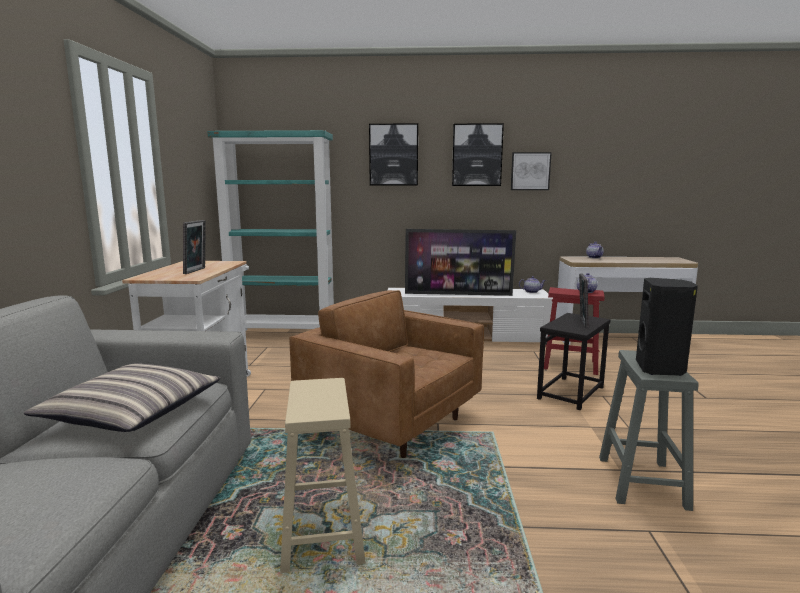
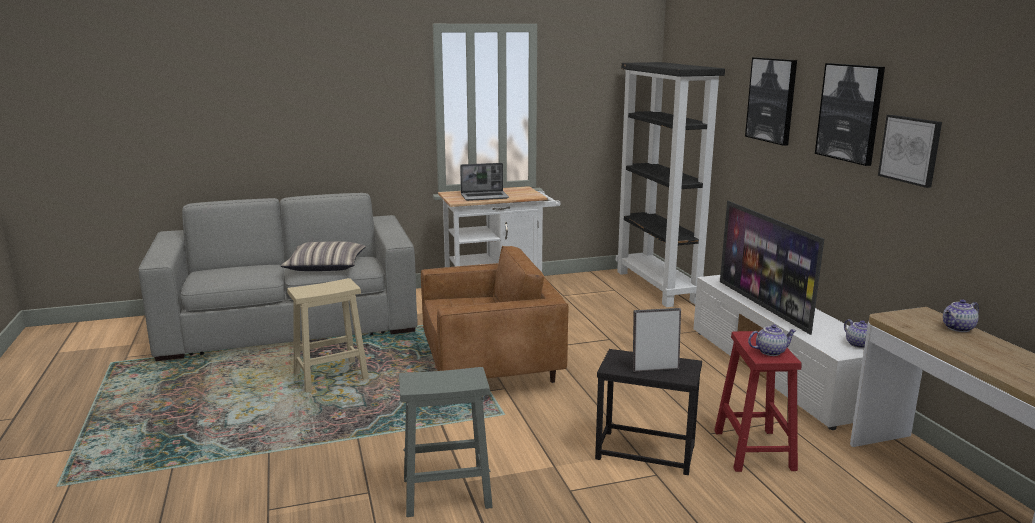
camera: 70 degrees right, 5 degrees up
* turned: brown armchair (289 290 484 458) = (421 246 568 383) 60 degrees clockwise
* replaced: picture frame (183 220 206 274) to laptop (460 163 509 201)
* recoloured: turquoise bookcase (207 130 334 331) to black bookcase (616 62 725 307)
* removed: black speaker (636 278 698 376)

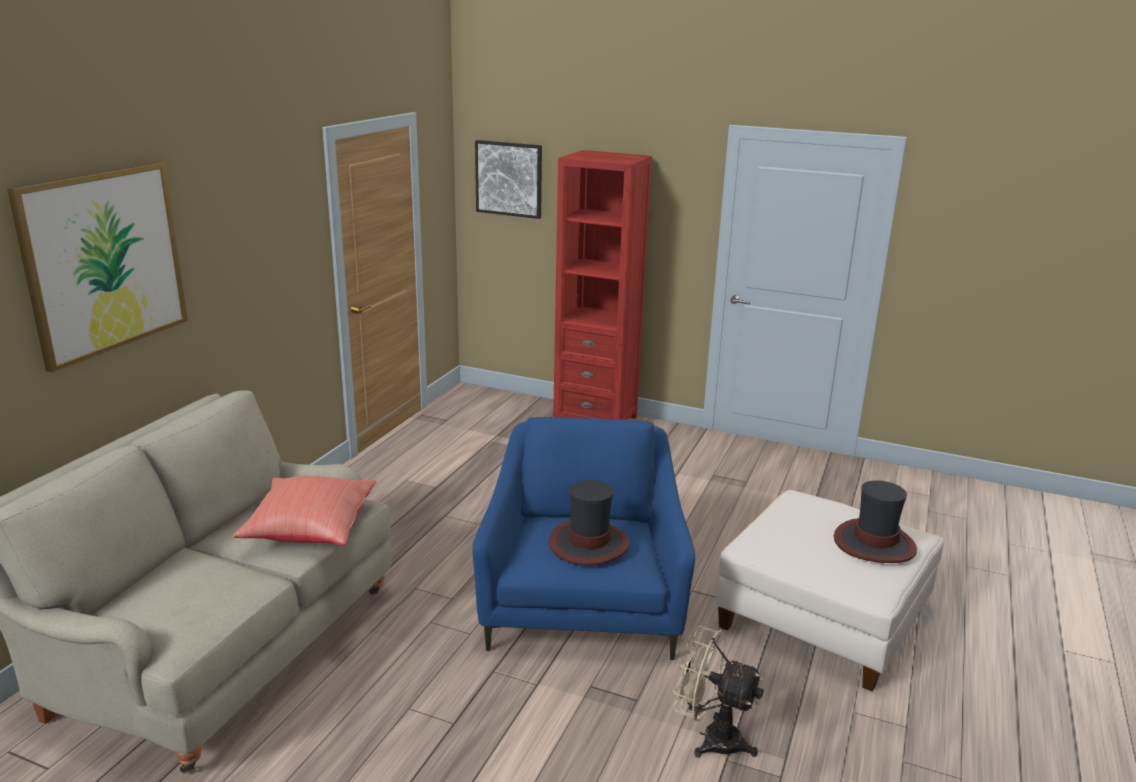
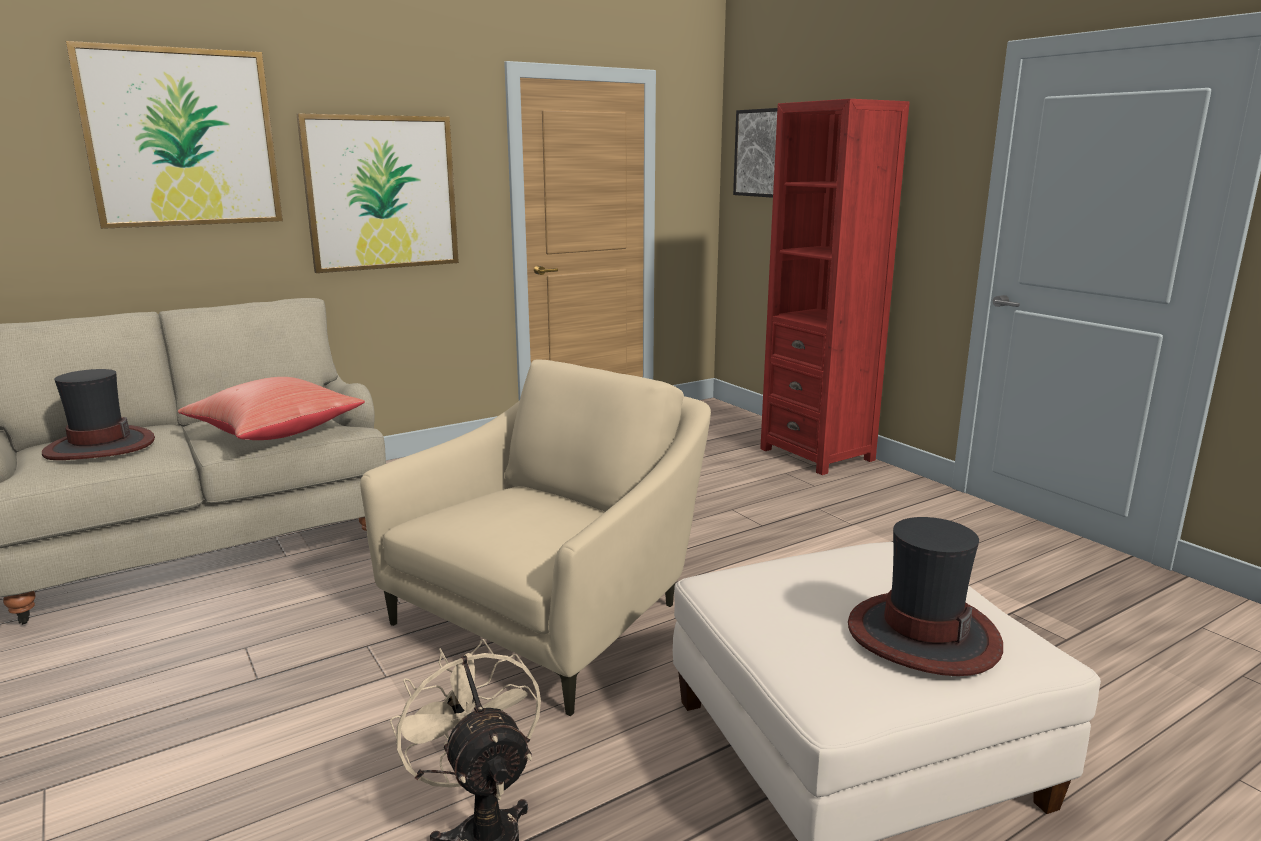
camera: 35 degrees right, 5 degrees down
* moved: hat (549 480 630 566) to (42 369 155 460)
* added: picture (297 113 459 273)
* recoloured: blue armchair (472 417 695 660) to beige armchair (360 359 711 716)

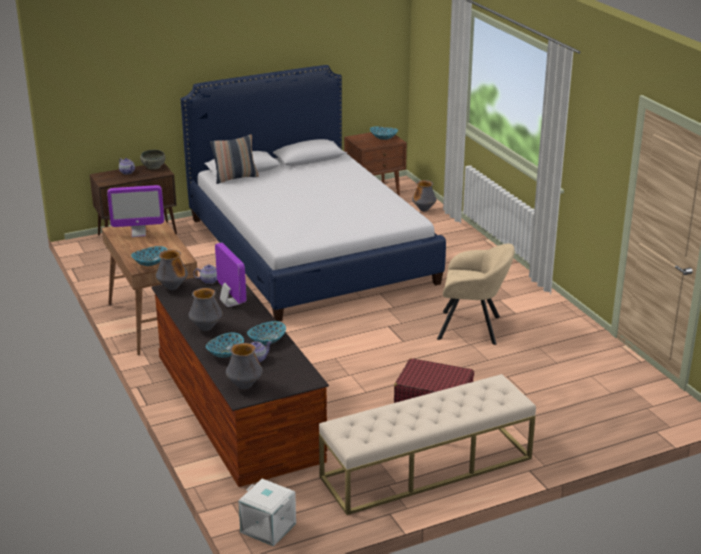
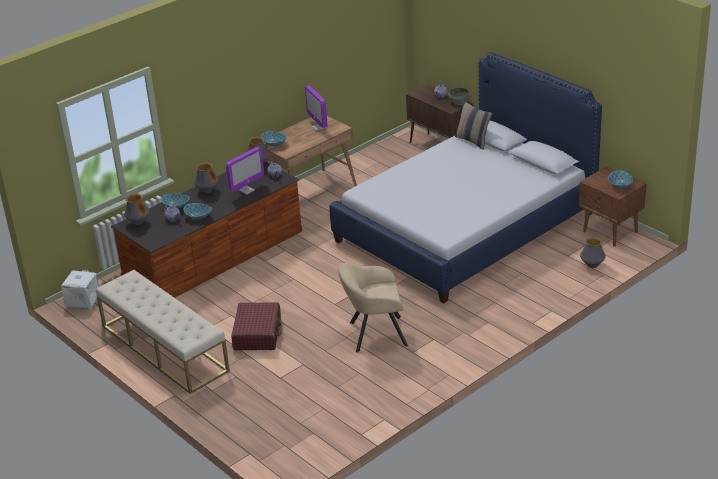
camera: 75 degrees right, 5 degrees up
* turned: beige armchair (437 244 515 345) = (338 263 408 353) 90 degrees clockwise

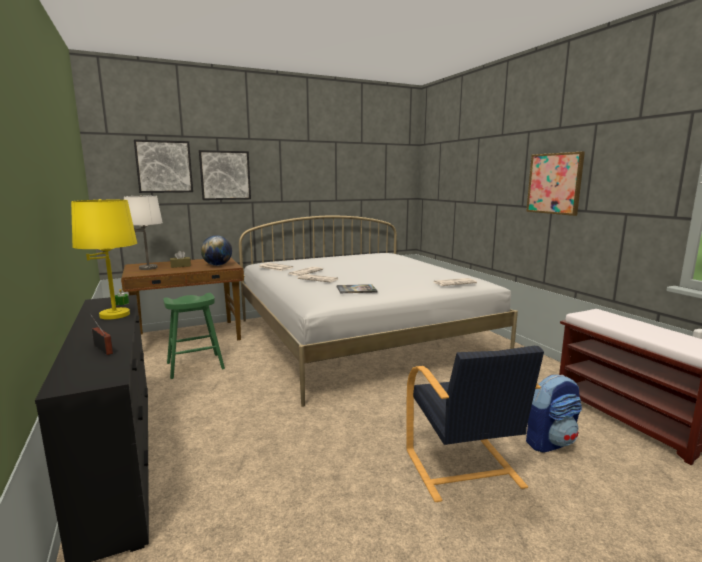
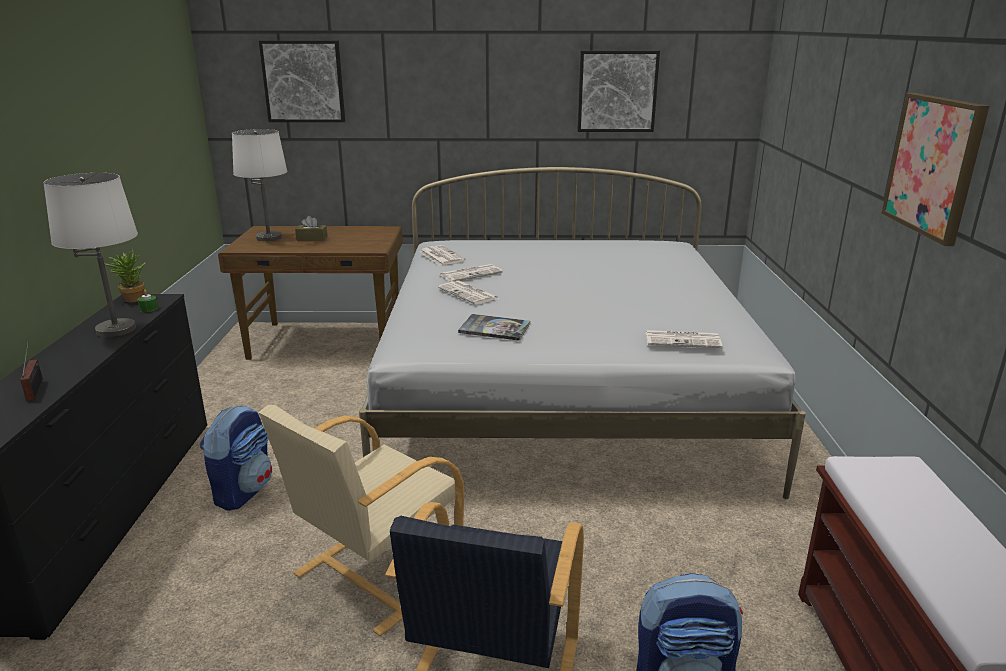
camera: 25 degrees right, 10 degrees up
* recoloured: yellow table lamp (71 199 137 320) to white table lamp (43 173 138 337)
* added: potted plant (104 248 146 302)
* added: backpack (200 405 272 511)
* added: beige armchair (259 405 464 636)
* moved: picture (199 150 251 200) to (577 51 660 132)
* removed: green stool (163 293 225 379)
* removed: globe (201 235 232 266)

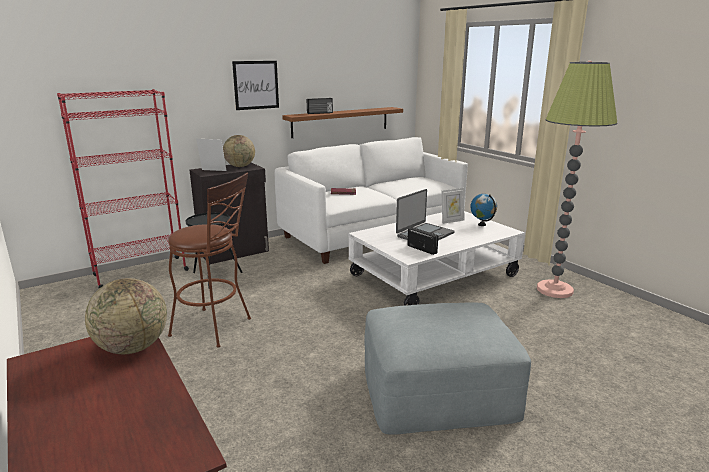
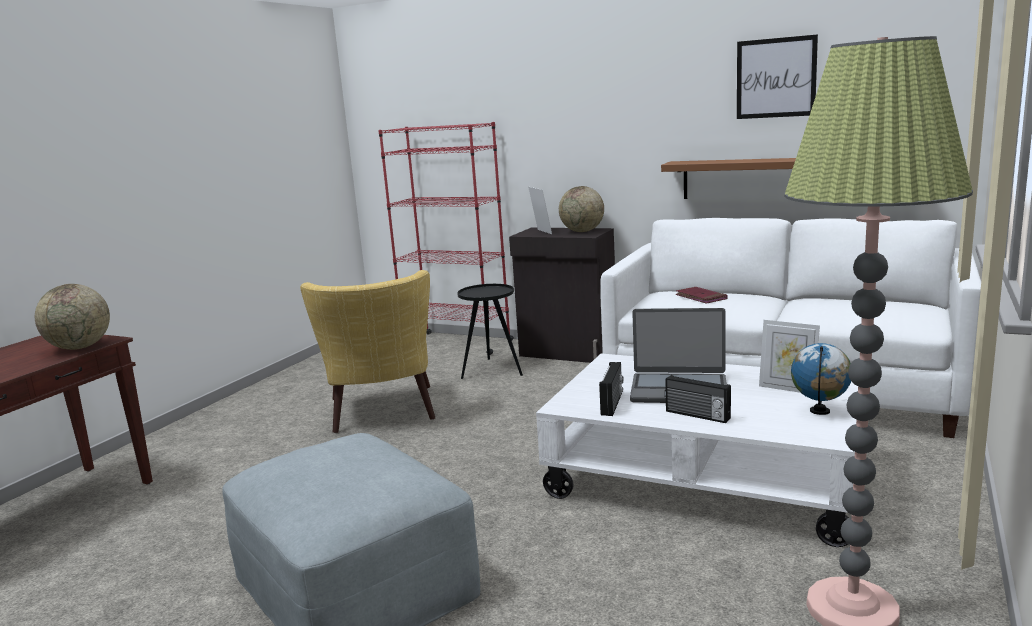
camera: 60 degrees right, 5 degrees down
* replaced: brown stool (168 173 251 348) to yellow armchair (300 270 435 433)
* moved: radio (307 98 333 114) to (665 375 731 423)
* moved: picture (232 61 279 110) to (737 34 818 119)

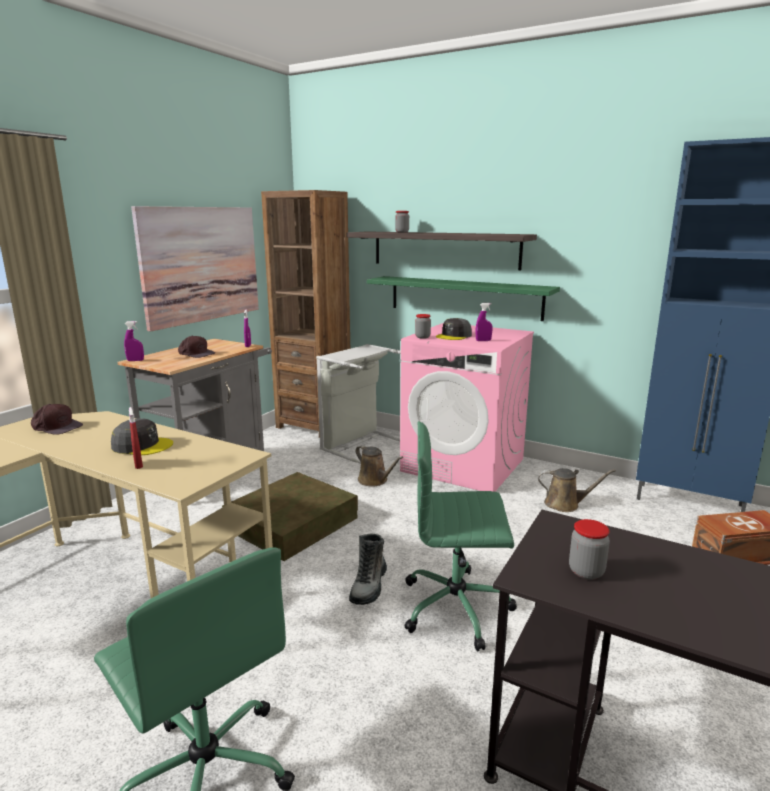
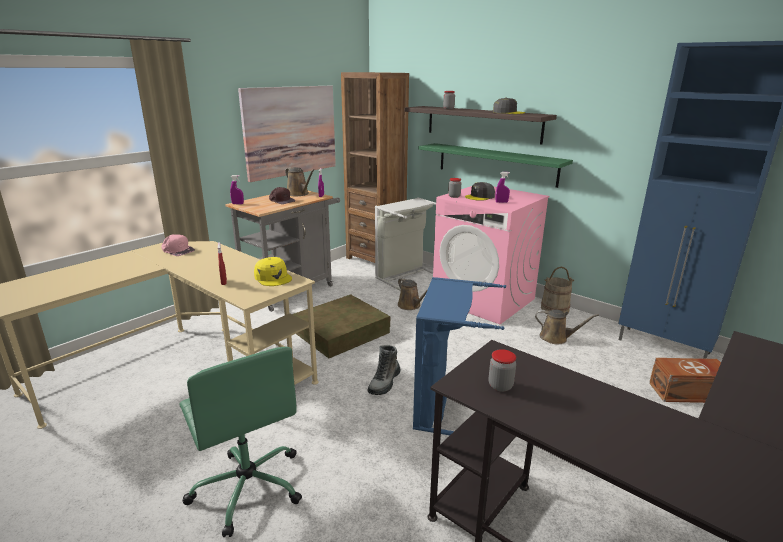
camera: 10 degrees right, 5 degrees up
* recoloured: brown cap (31 404 83 435) to pink cap (161 234 195 256)
* added: yellow cap (254 257 292 286)
* added: brown watering can (285 167 315 196)
* replaced: green office chair (405 421 517 651) to blue laundry basket (413 277 506 435)
* moved: grey cap (111 418 173 455) to (493 97 525 114)
* added: beige bucket (541 267 574 313)

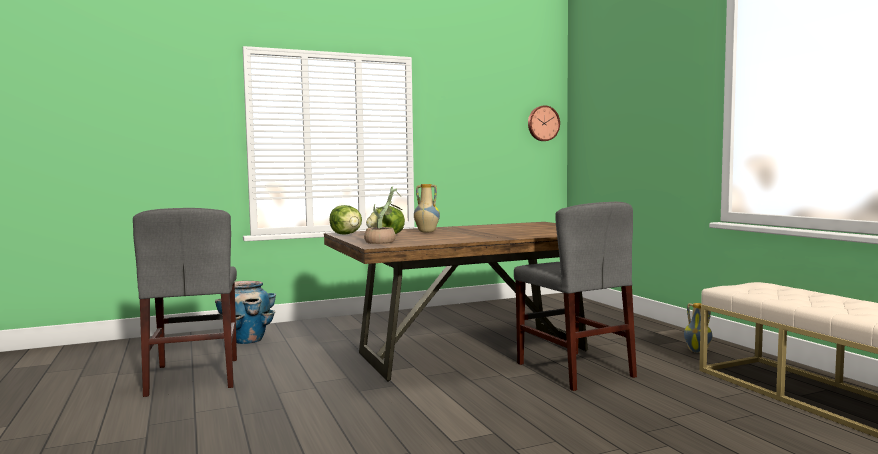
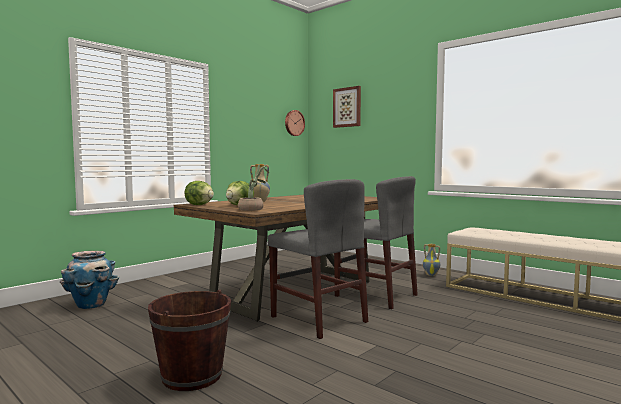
camera: 25 degrees left, 0 degrees up
* added: brown bucket (148 290 231 391)
* moved: grey chair (133 208 237 397) to (267 179 368 339)
* added: picture (333 86 361 128)

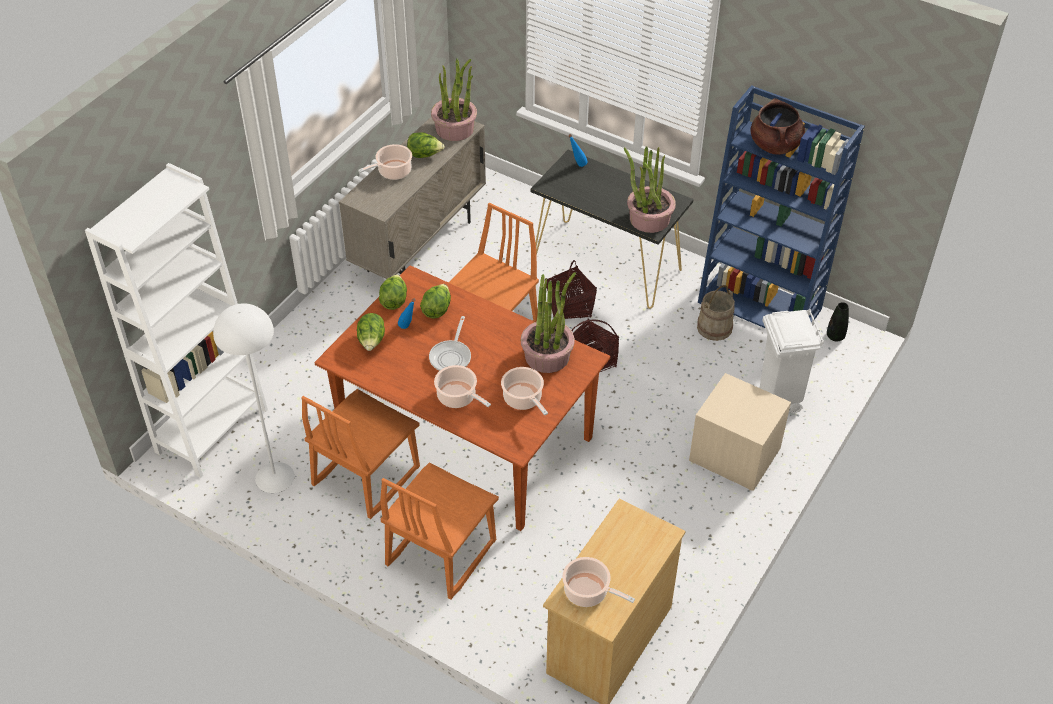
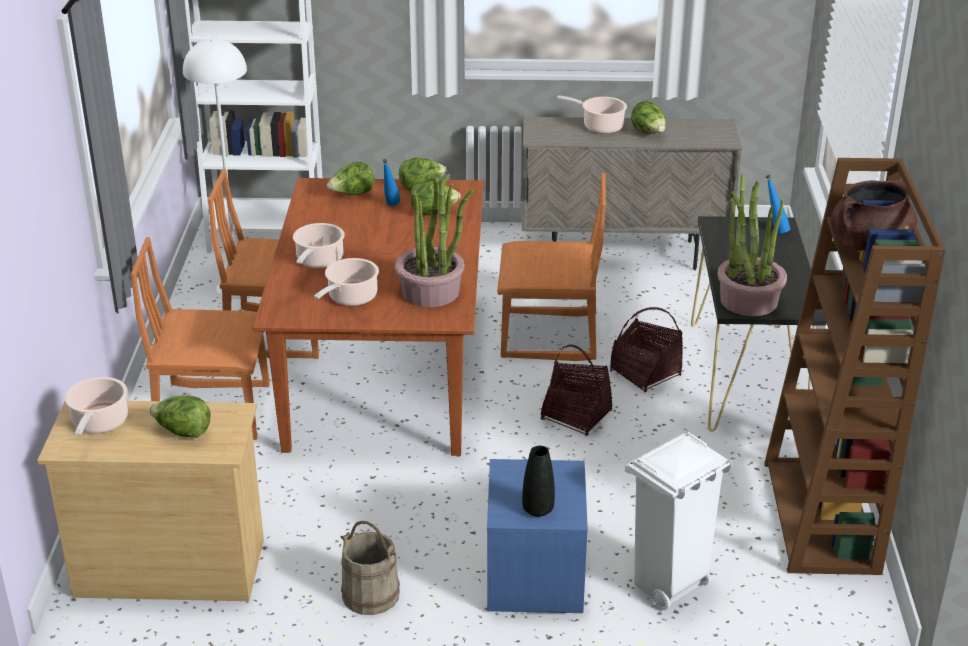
camera: 60 degrees right, 15 degrees down
* added: lettuce (149 395 210 438)
* moved: beige bucket (697 285 735 341) to (341 521 400 615)
* recoloured: beige nightstand (689 373 791 491) to blue nightstand (487 459 588 613)
* moved: black vase (827 302 849 341) to (522 446 555 517)
* recoloured: blue bookcase (698 85 865 328) to brown bookcase (764 158 945 575)
* removed: frying pan (429 316 471 371)
* removed: potted plant (431 58 477 141)

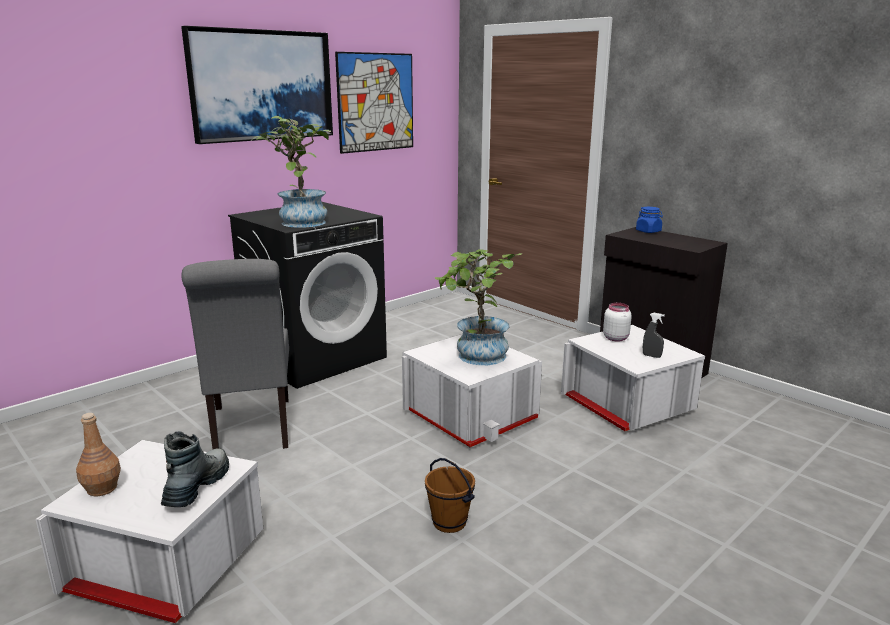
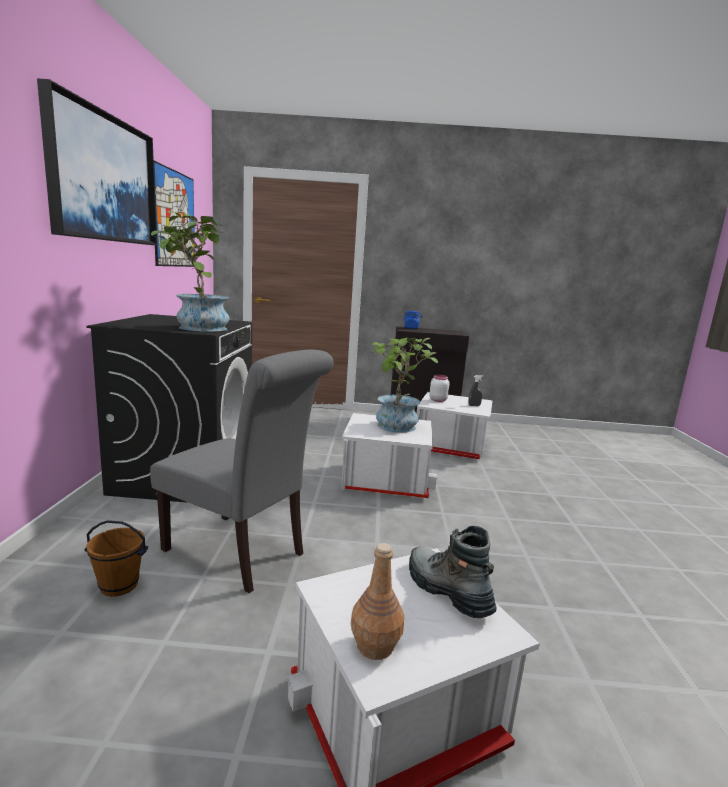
camera: 45 degrees left, 5 degrees down
* moved: brown bucket (425 458 475 533) to (84 520 148 597)

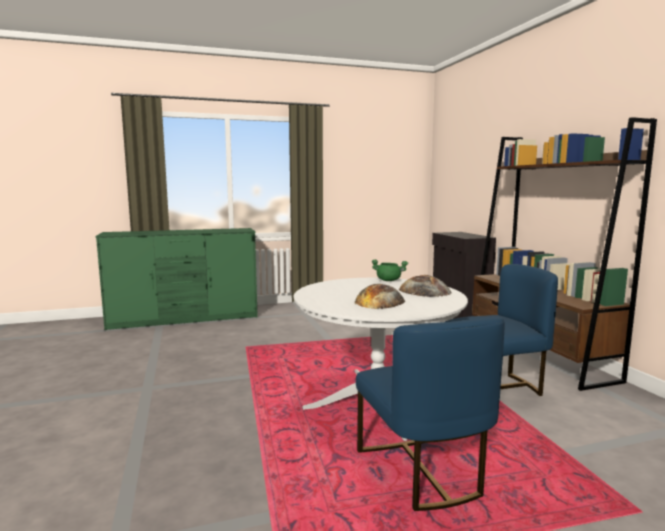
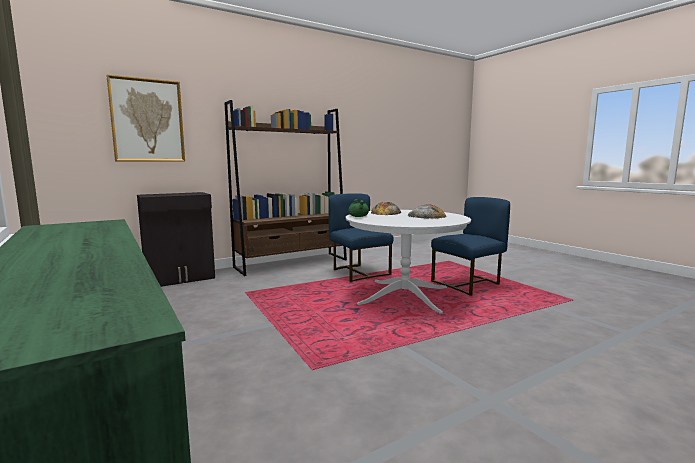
camera: 105 degrees left, 0 degrees up
* added: picture (106 75 185 161)

